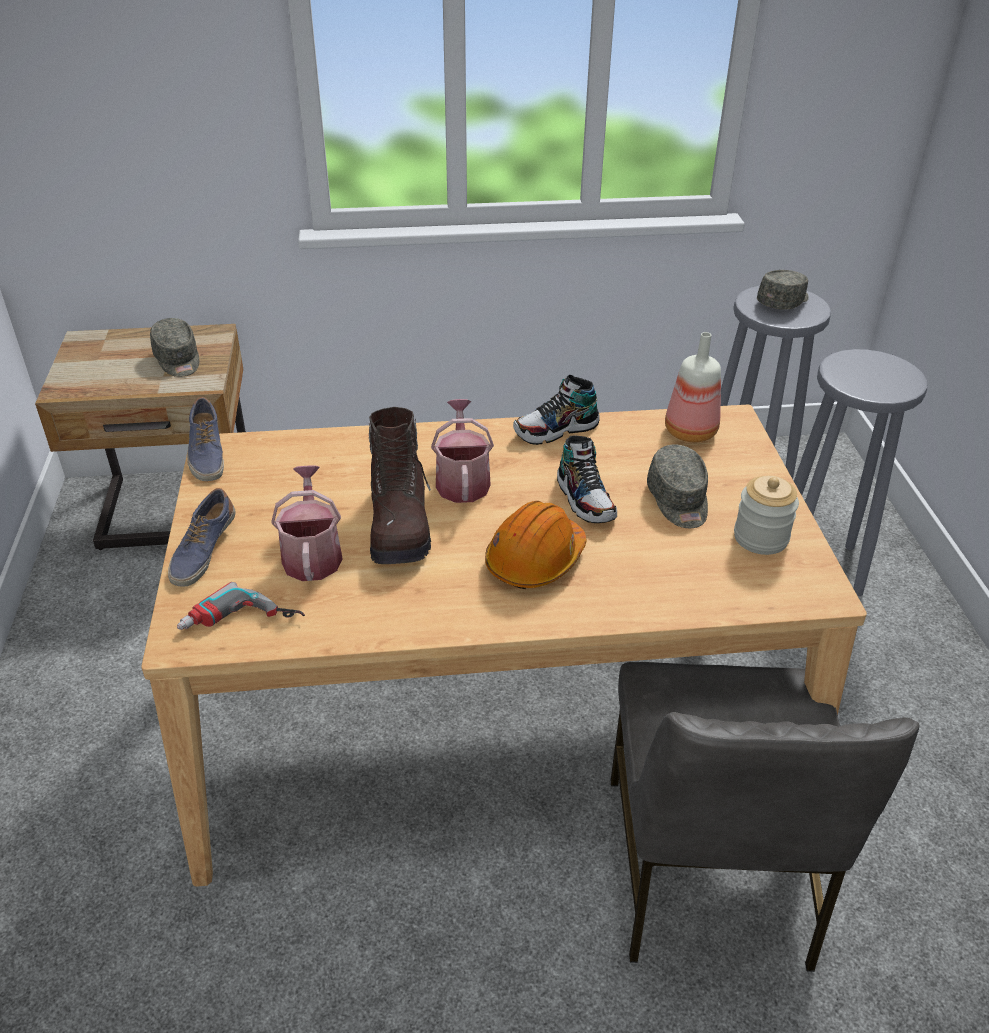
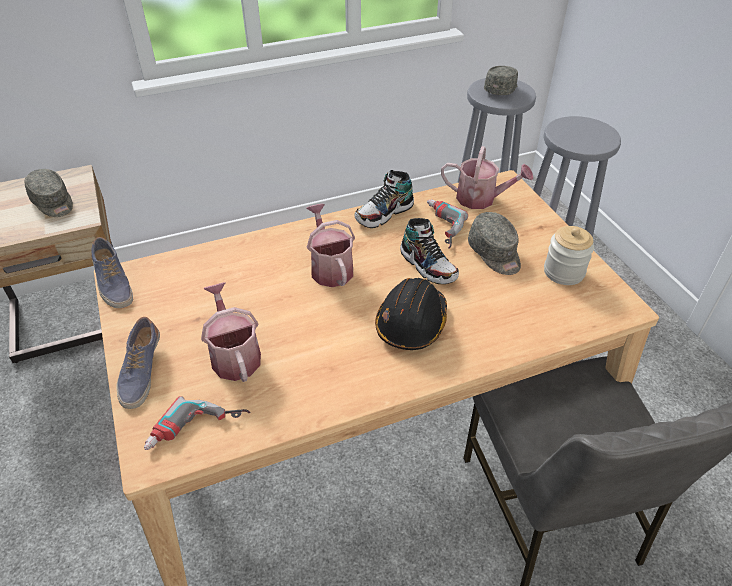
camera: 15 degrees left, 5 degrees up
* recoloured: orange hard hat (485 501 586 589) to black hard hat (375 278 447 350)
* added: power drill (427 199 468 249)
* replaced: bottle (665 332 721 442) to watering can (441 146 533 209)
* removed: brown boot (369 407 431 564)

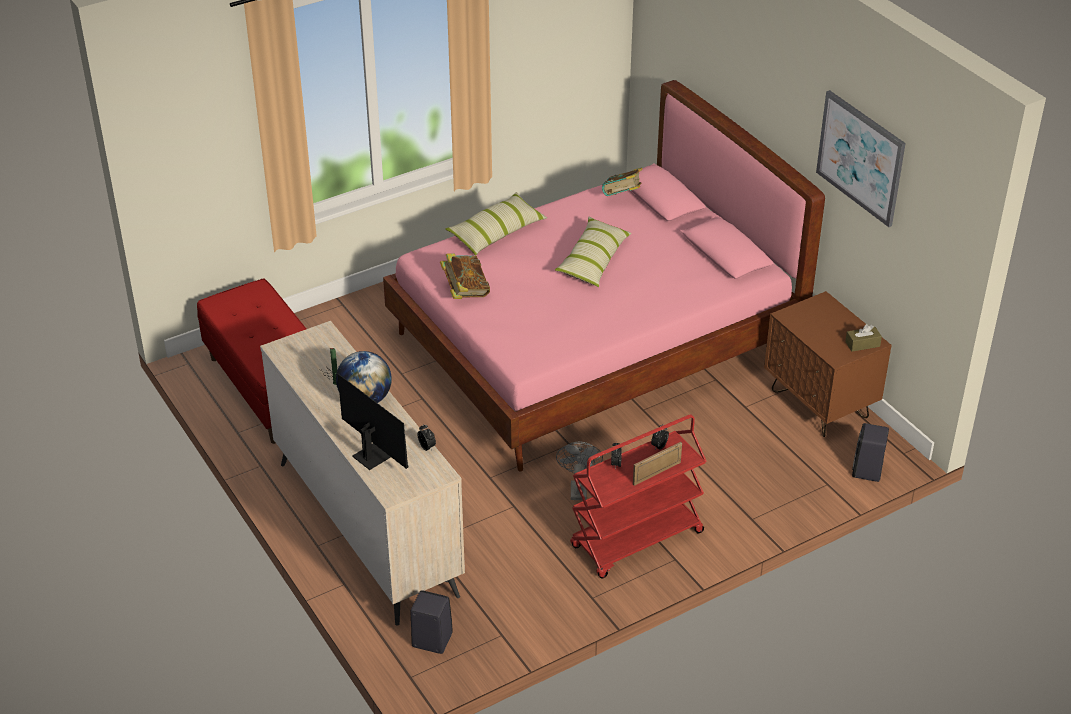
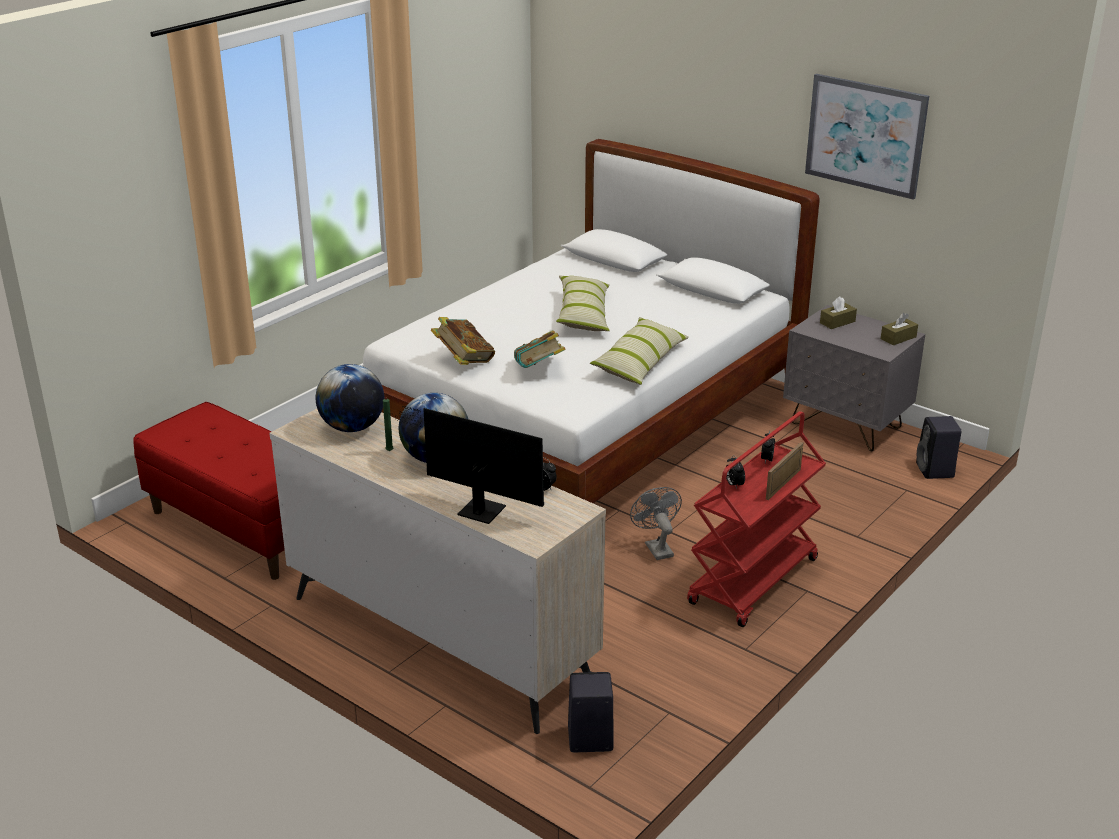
camera: 20 degrees left, 10 degrees down
* added: globe (316 364 384 432)
* recoloured: pink bed (383 80 825 472) to white bed (363 139 820 503)
* moved: book (602 167 642 196) to (514 330 566 368)
* moved: pillow (446 192 547 255) to (590 317 689 385)
* recoloured: brown nightstand (764 291 892 437) to grey nightstand (783 305 925 451)
* added: brown tissue box (820 296 857 329)

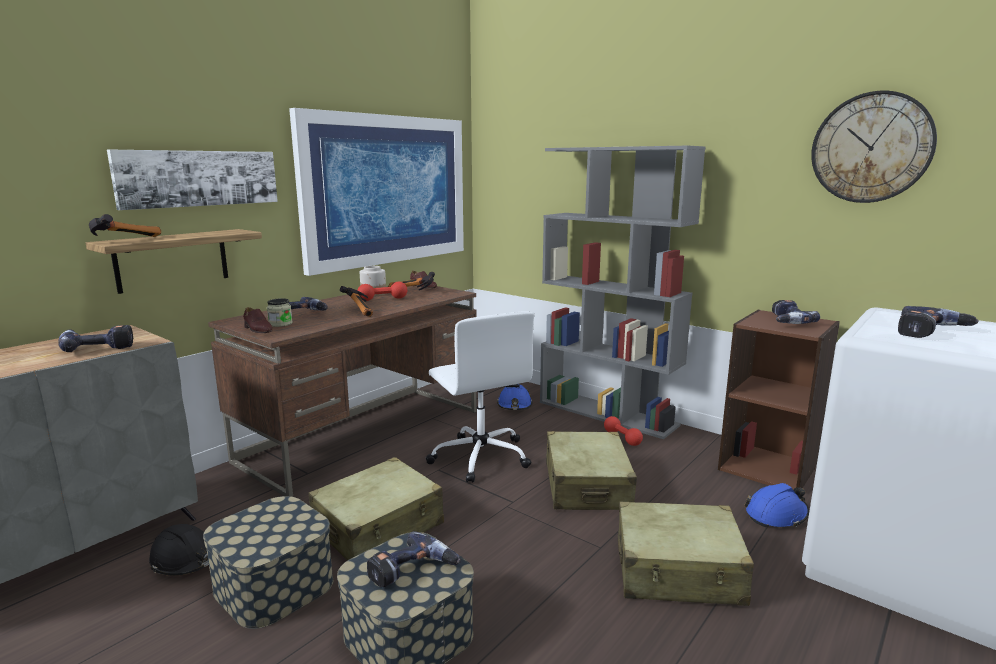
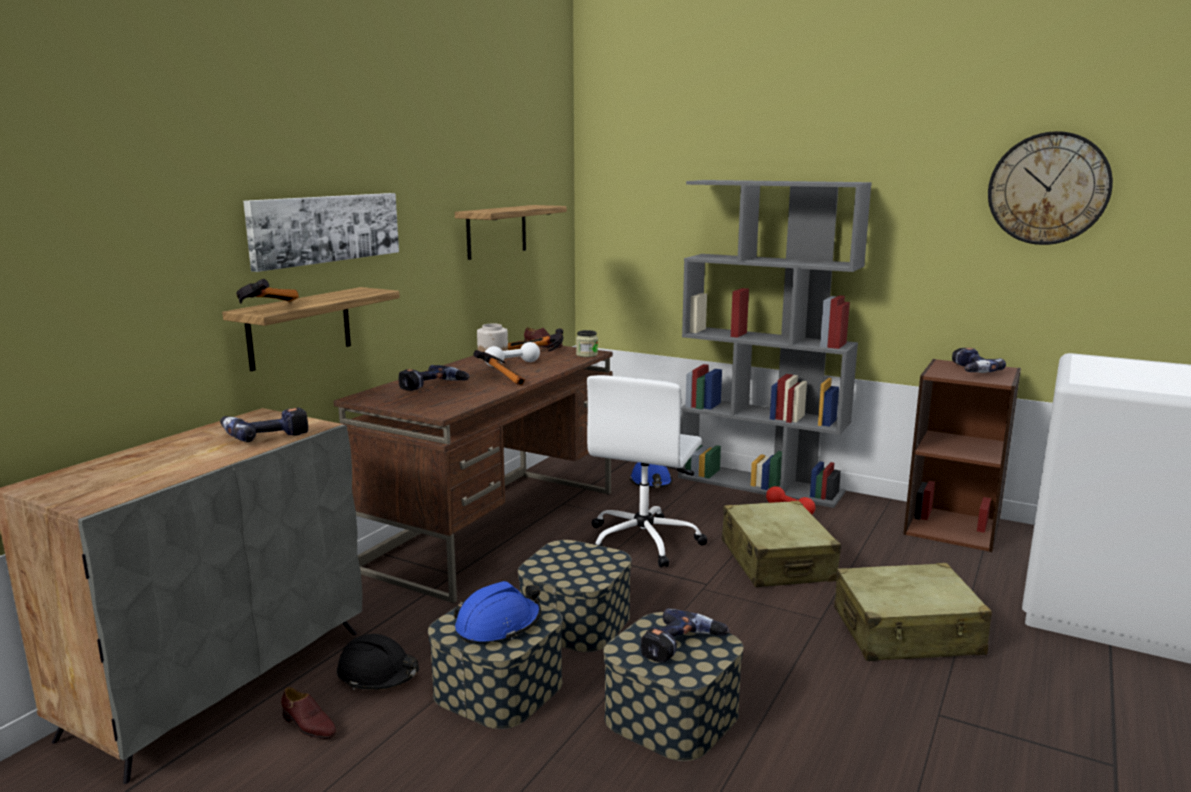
camera: 10 degrees left, 0 degrees up
* moved: brown shoe (243 307 273 333) to (281 687 336 739)
* moved: blue hard hat (744 483 809 528) to (454 581 541 644)
* replaced: picture (289 108 464 276) to shelf (455 205 567 260)
* recoloured: red dumbbell (357 282 407 301) to white dumbbell (485 342 540 367)
* replaced: beige suitcase (308 457 444 560) to storage box (518 540 632 652)
* moved: jar (267 298 292 327) to (576 330 598 357)
* turned: white office chair (426 311 534 483) = (587 375 707 568) 60 degrees clockwise
* removed: power drill (898 306 979 338)

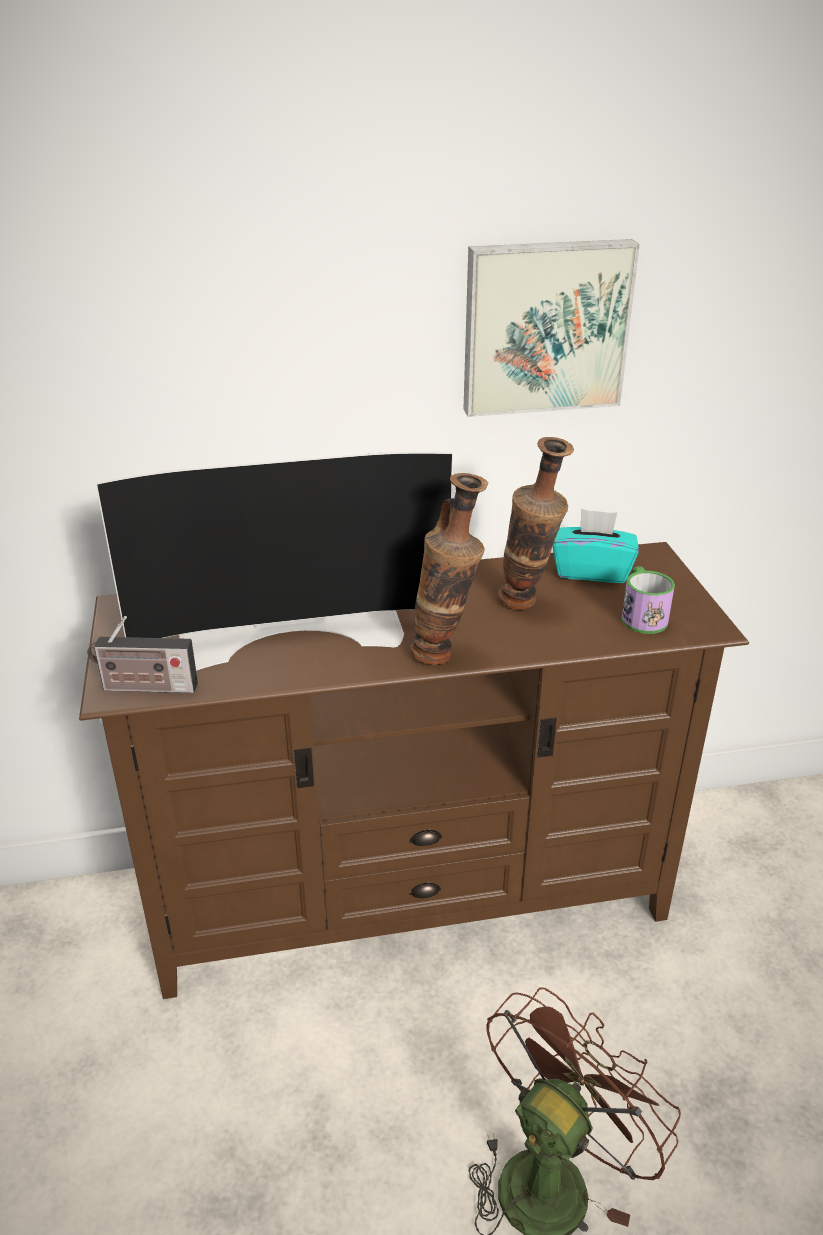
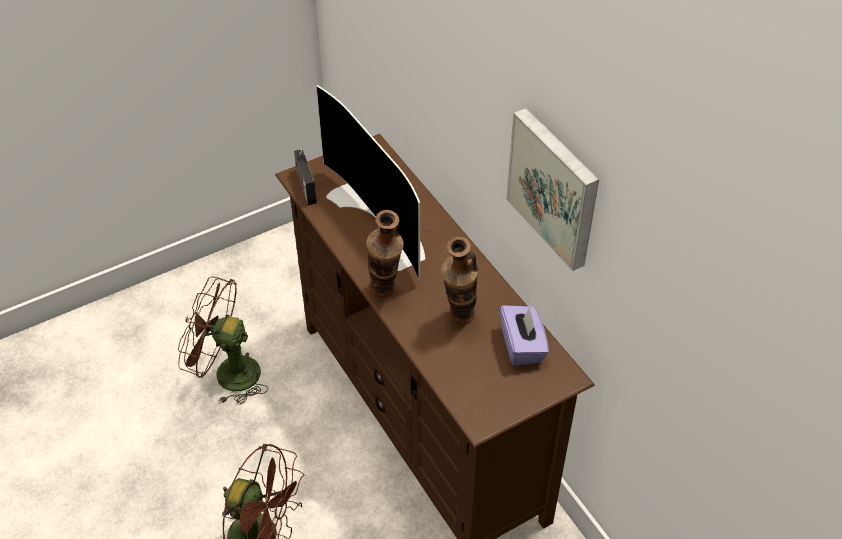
camera: 70 degrees right, 15 degrees up
* added: brown fan (178 276 268 404)
* recoloured: turquoise tissue box (553 509 639 583) to purple tissue box (500 305 549 366)
* removed: mug (622 567 675 634)

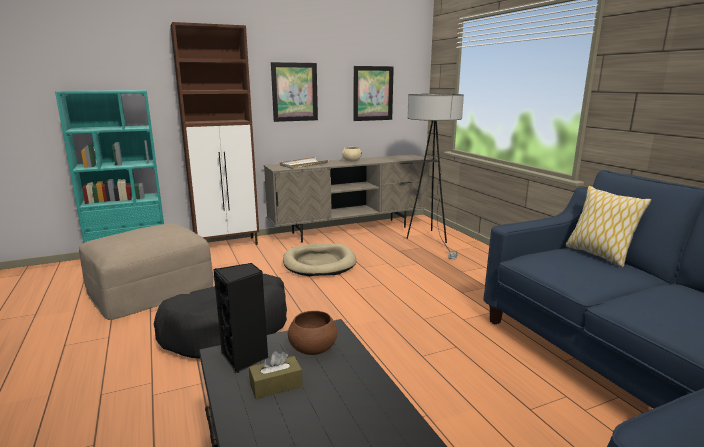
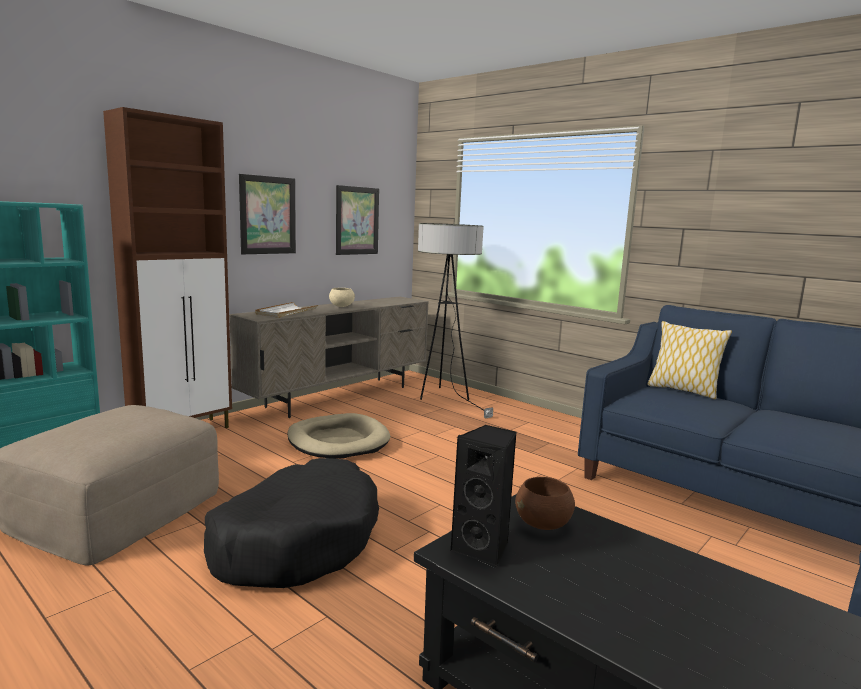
camera: 25 degrees left, 5 degrees down
* removed: brown tissue box (249 351 303 399)

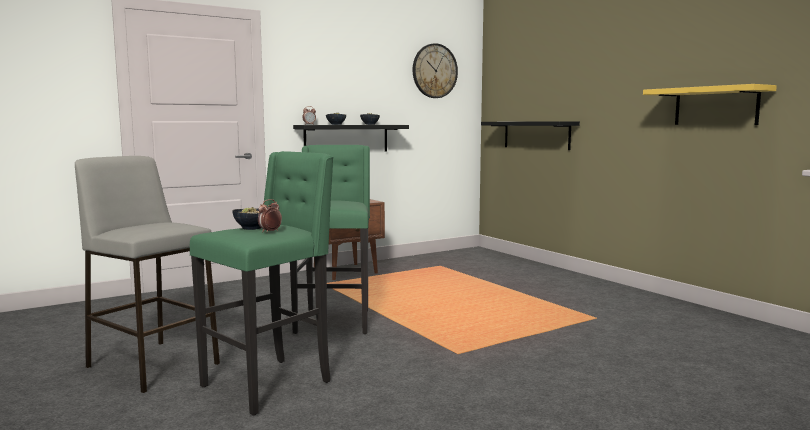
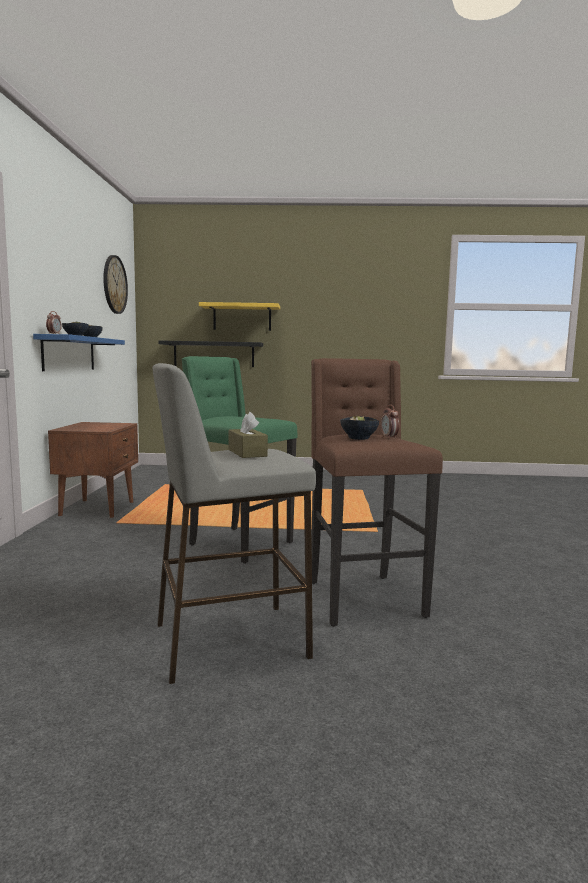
camera: 55 degrees left, 0 degrees up
* recoloured: black shelf (293 125 409 152) to blue shelf (33 334 125 371)
* moved: yellow shelf (643 84 777 125) to (199 302 280 331)
* added: brown tissue box (229 411 268 458)
* recoloured: green stool (190 151 334 416) to brown stool (311 358 443 626)

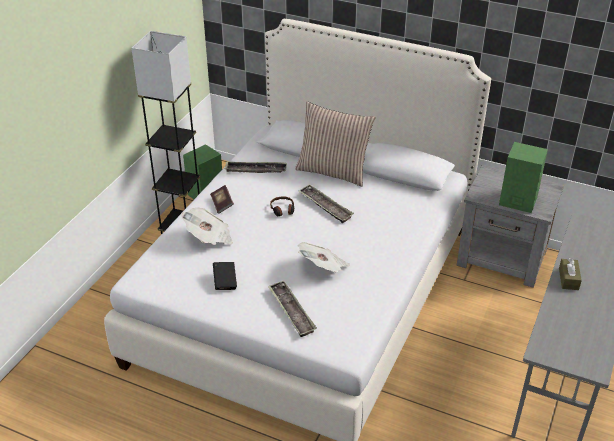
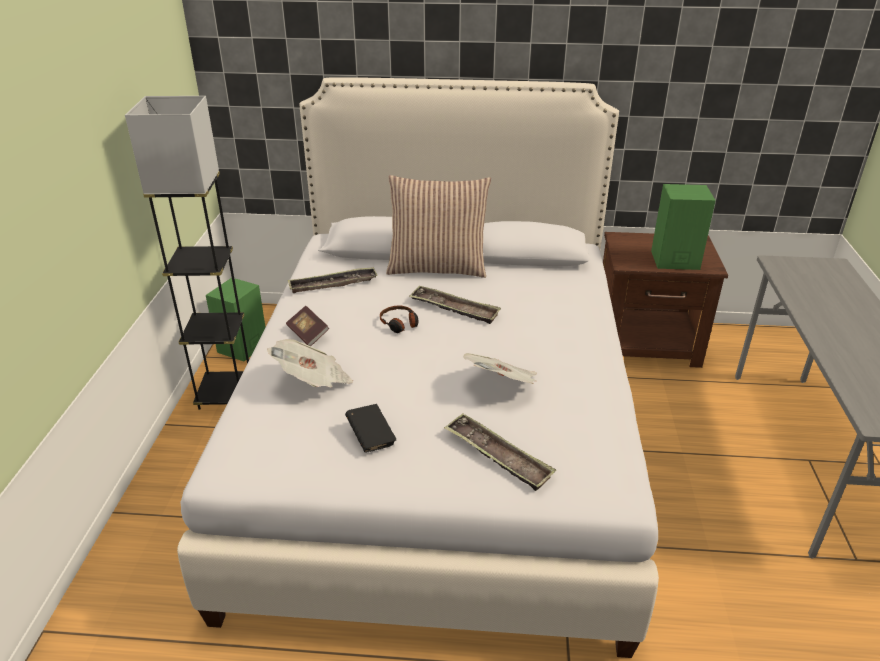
camera: 20 degrees left, 5 degrees down
* recoloured: grey nightstand (456 165 564 288) to brown nightstand (603 232 728 368)
* removed: brown tissue box (559 258 582 290)

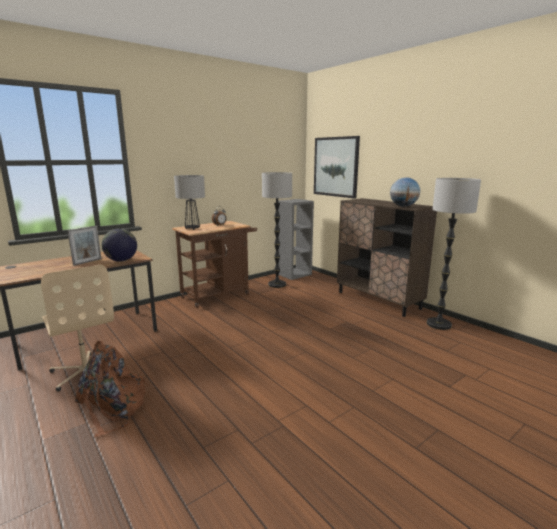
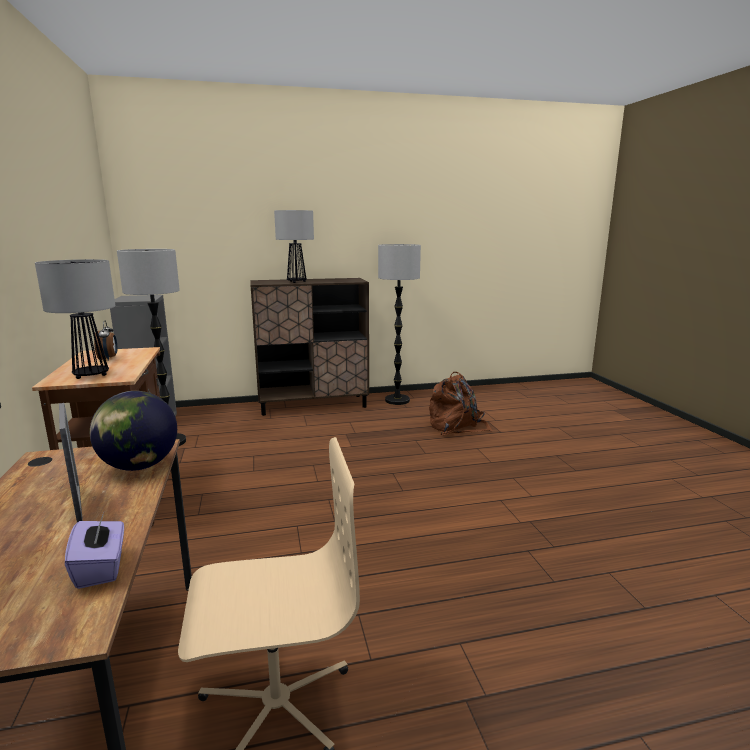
camera: 65 degrees left, 0 degrees up
* added: purple tissue box (65 513 124 589)
* added: table lamp (274 210 314 283)
* moved: brown backpack (75 341 149 437) to (429 372 492 435)
* removed: picture (314 136 360 199)
* removed: globe (390 177 420 207)

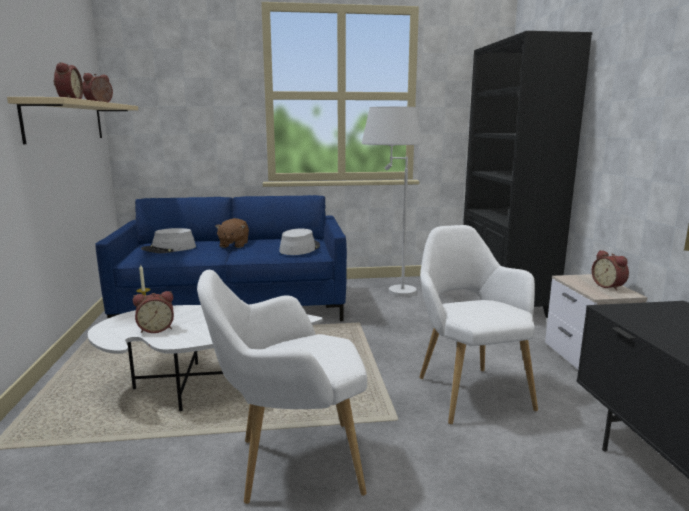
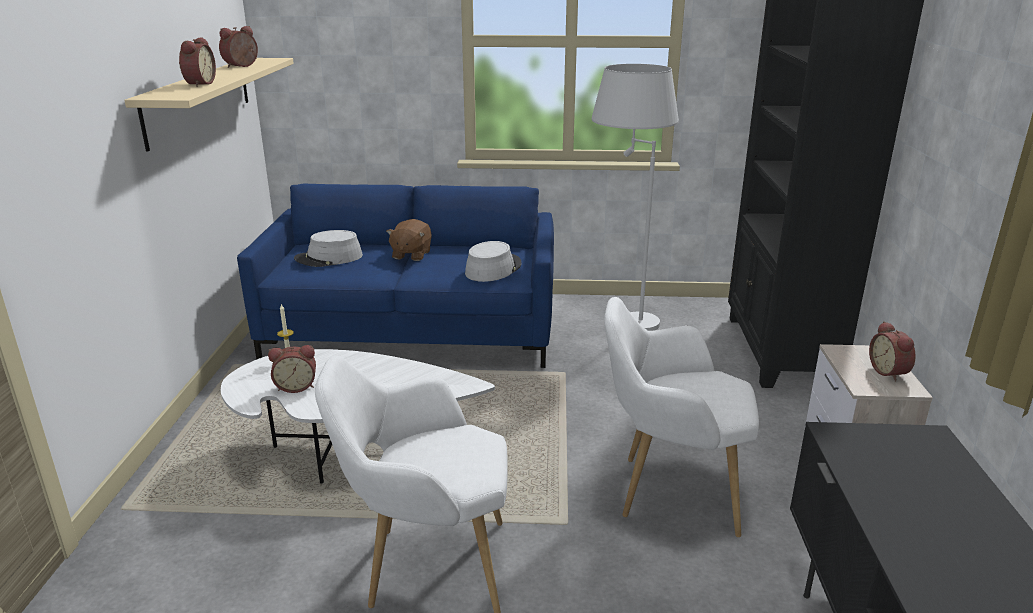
camera: 10 degrees right, 10 degrees up
* turned: white armchair (419 225 538 425) = (604 297 759 537) 75 degrees counterclockwise

